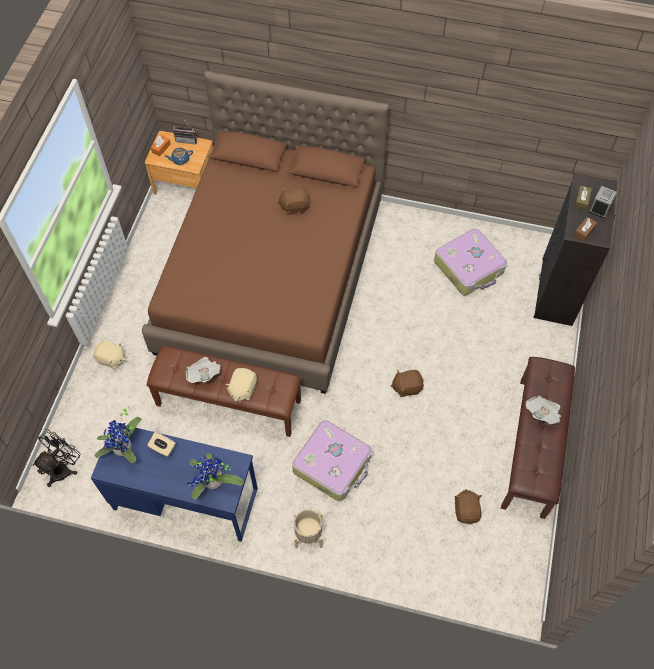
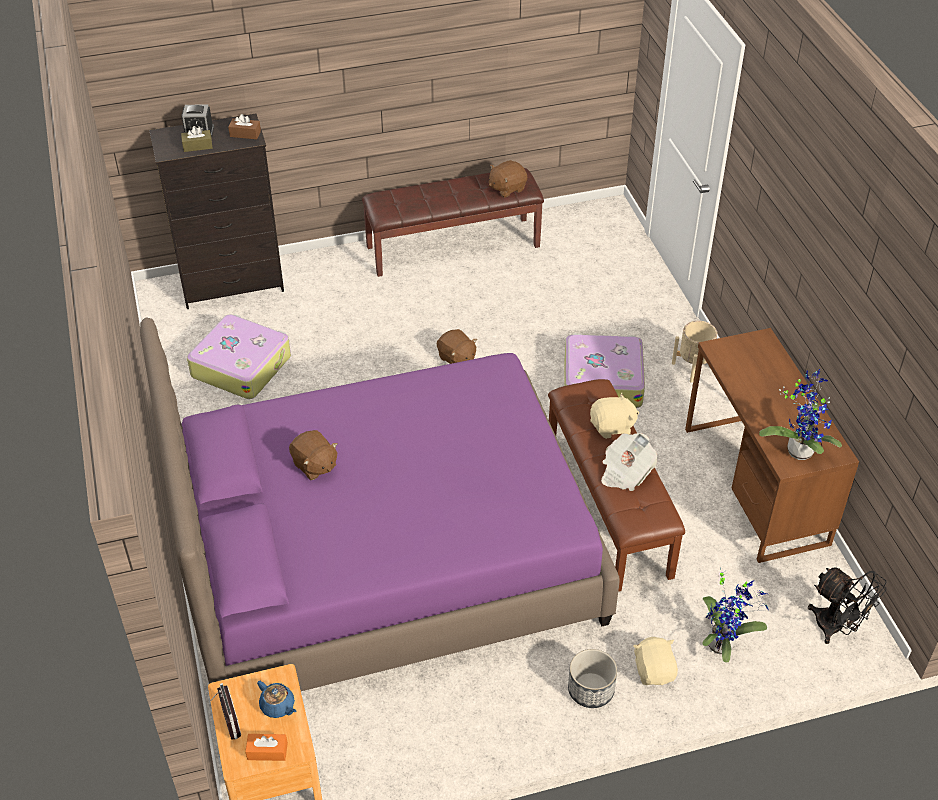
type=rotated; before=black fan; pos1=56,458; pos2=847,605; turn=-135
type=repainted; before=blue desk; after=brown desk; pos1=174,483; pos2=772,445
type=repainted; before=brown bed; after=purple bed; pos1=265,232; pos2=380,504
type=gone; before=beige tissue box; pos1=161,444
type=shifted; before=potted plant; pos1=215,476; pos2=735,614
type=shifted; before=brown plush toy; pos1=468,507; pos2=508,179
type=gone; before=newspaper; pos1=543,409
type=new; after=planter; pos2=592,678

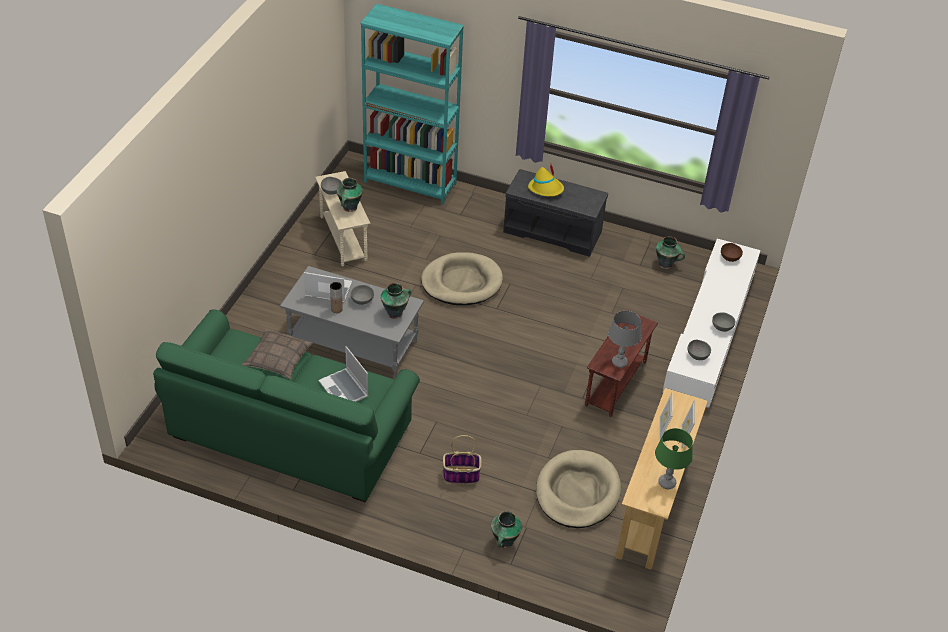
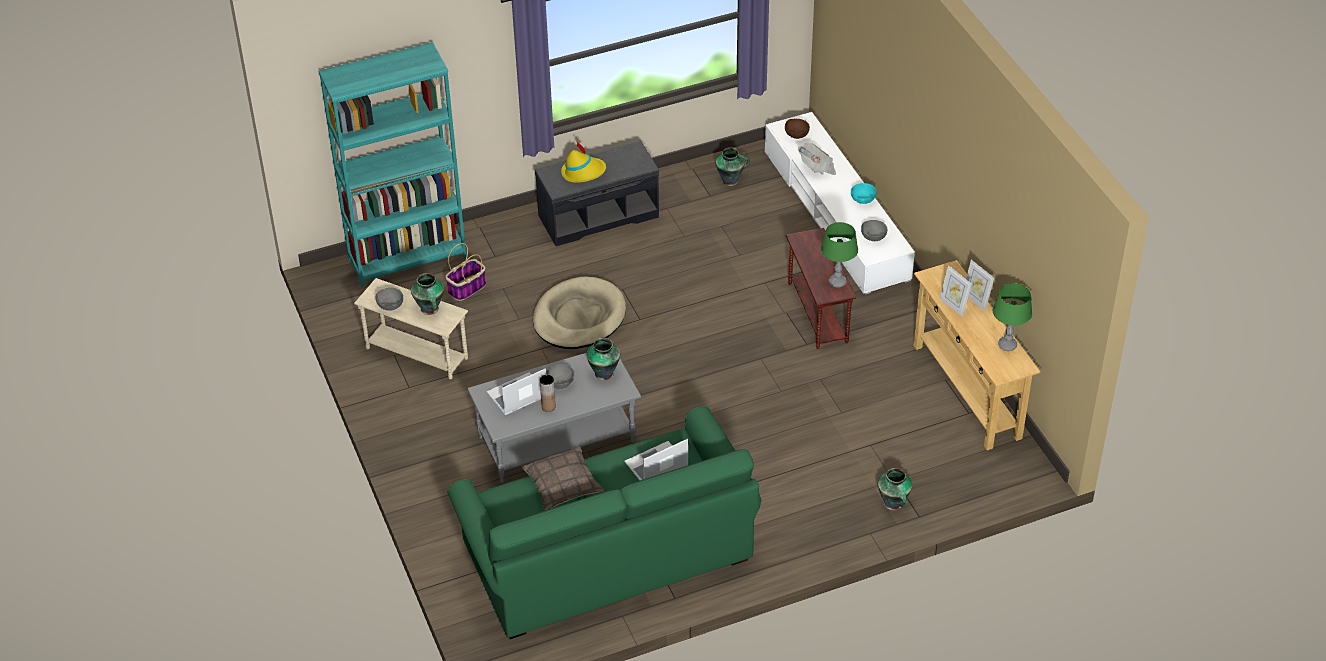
type=rotated; before=laptop; pos1=343,374; pos2=656,460; turn=135
type=shifted; before=basket; pos1=462,459; pos2=465,272
type=gone; before=beige dog bed; pos1=578,489
type=repainted; before=grey table lamp; after=green table lamp; pos1=625,339; pos2=839,255
type=repainted; before=grey bowl; after=turquoise bowl; pos1=723,322; pos2=863,193
type=new; after=newspaper; pos2=817,159

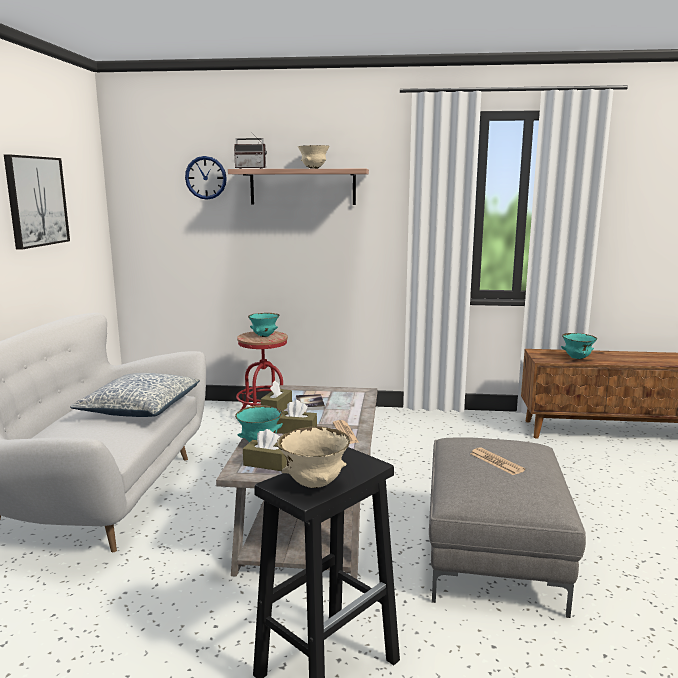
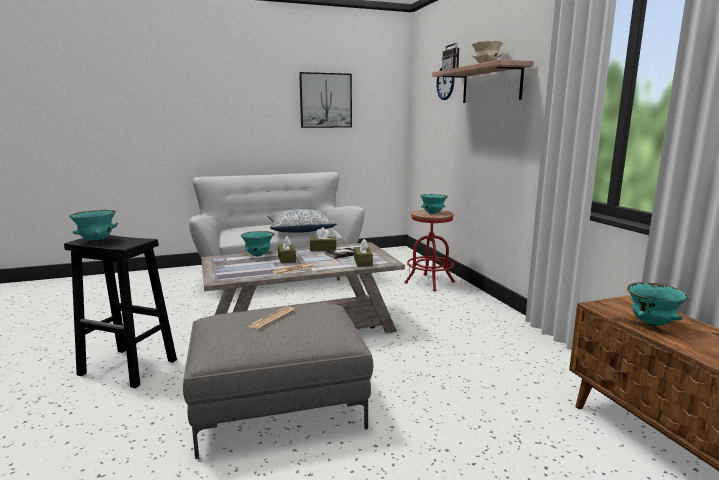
type=shifted; before=brown tissue box; pos1=265,450; pos2=363,253
type=repainted; before=beige bowl; after=turquoise bowl; pos1=313,457; pos2=93,226

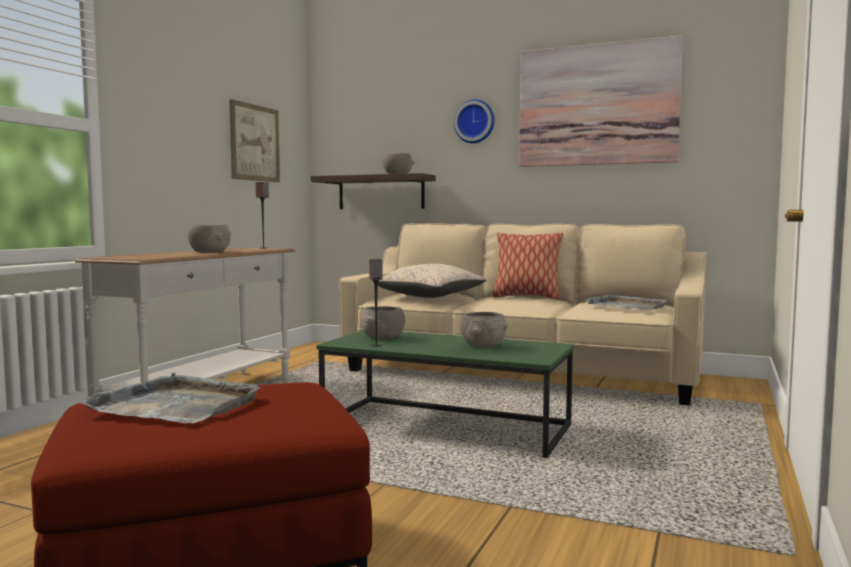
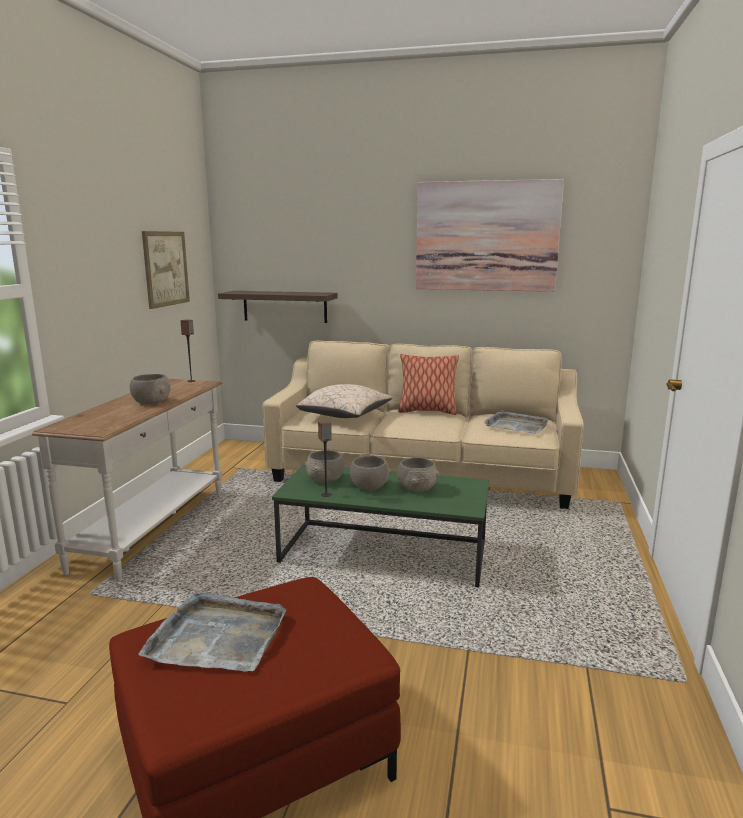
type=shifted; before=grey bowl; pos1=398,163; pos2=370,473
type=gone; before=wall clock; pos1=474,121

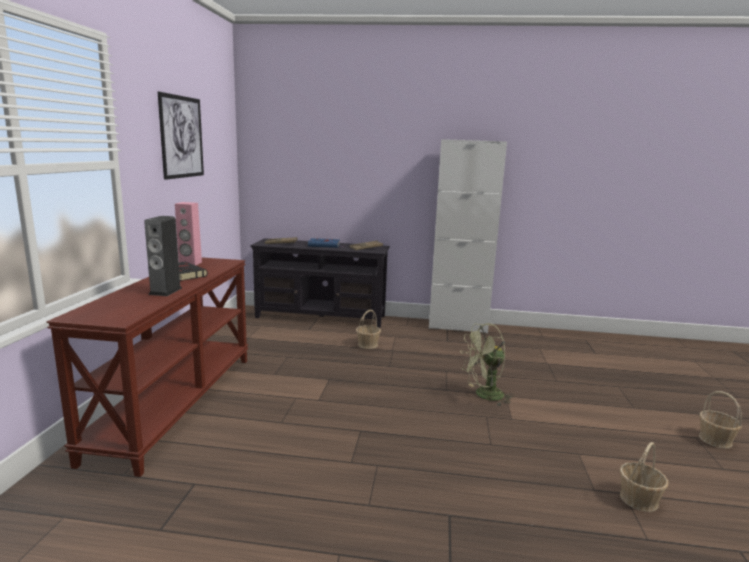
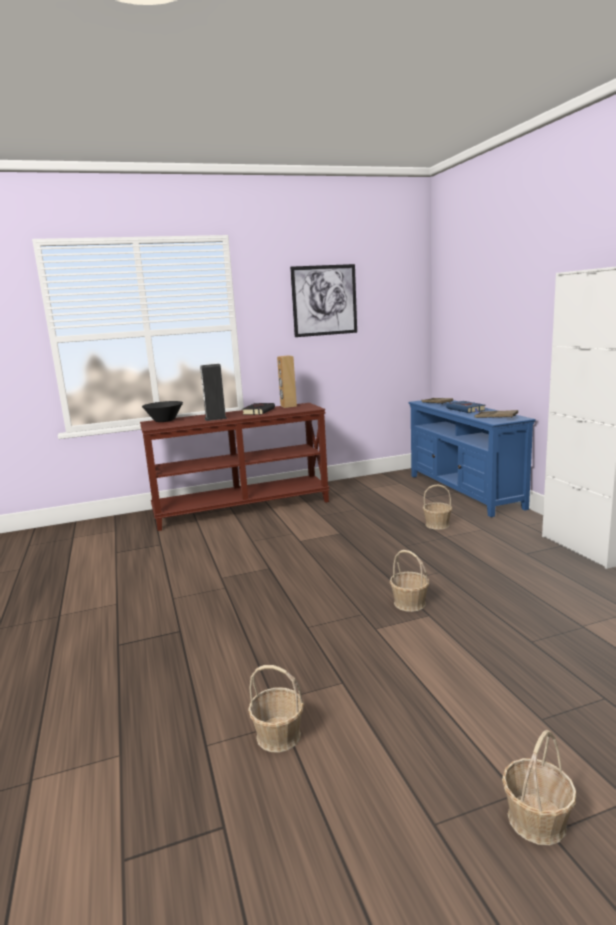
type=repainted; before=pink speaker; after=brown speaker; pos1=188,233; pos2=287,381
type=repainted; before=black tv stand; after=blue tv stand; pos1=320,283; pos2=472,458
type=swapped; before=green fan; after=basket; pos1=487,365; pos2=409,581
type=new; after=black bowl; pos2=162,411

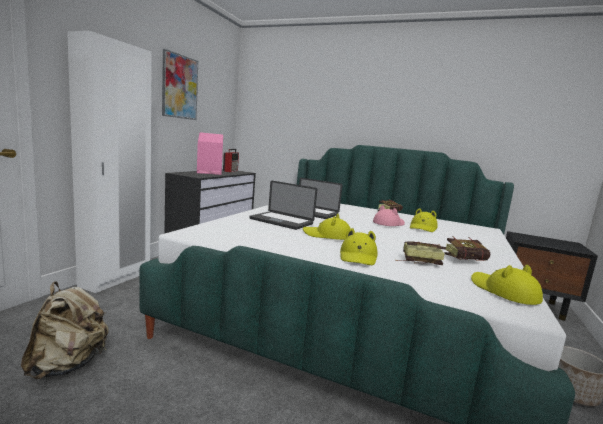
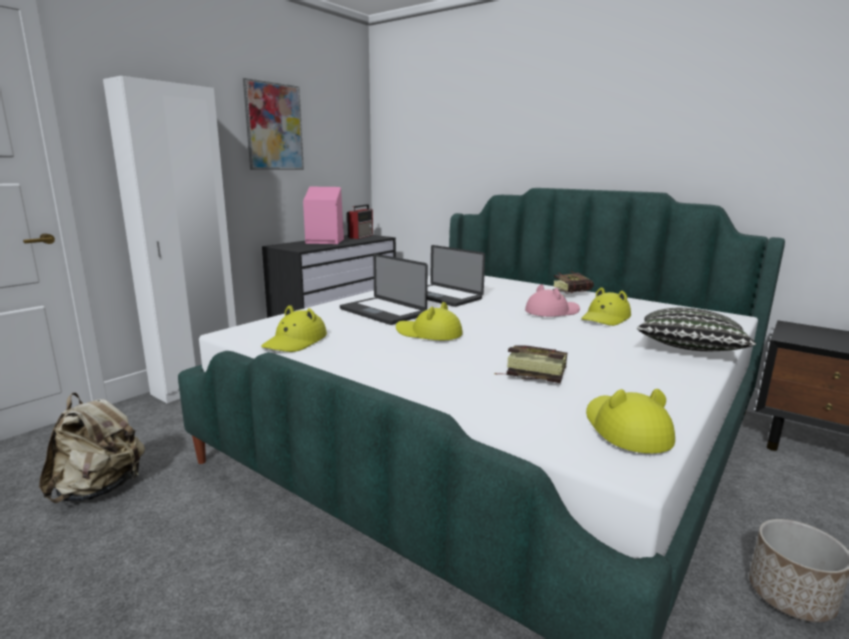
type=shifted; before=yellow hat; pos1=358,246; pos2=294,328
type=gone; before=book; pos1=467,248
type=new; after=pillow; pos2=696,329

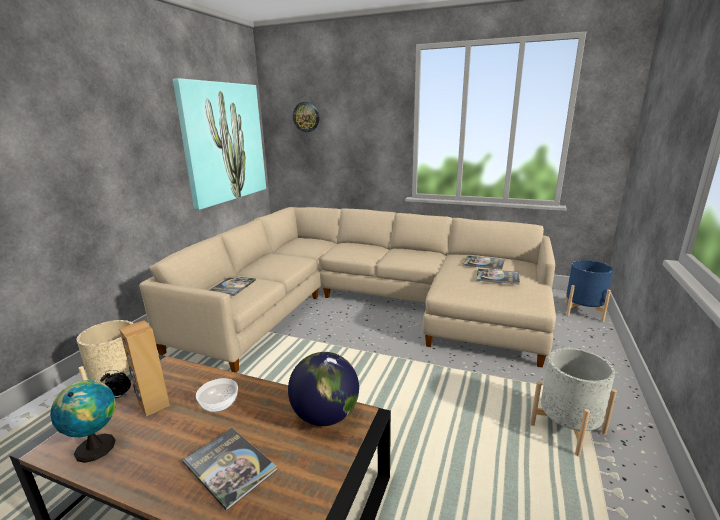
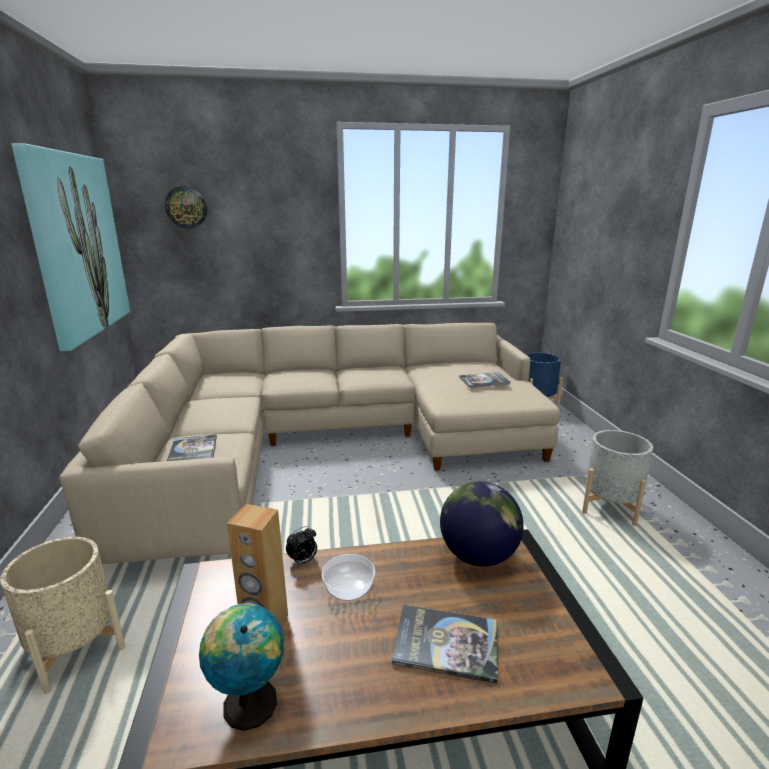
type=shifted; before=alarm clock; pos1=115,384; pos2=301,546
type=gone; before=book; pos1=484,262

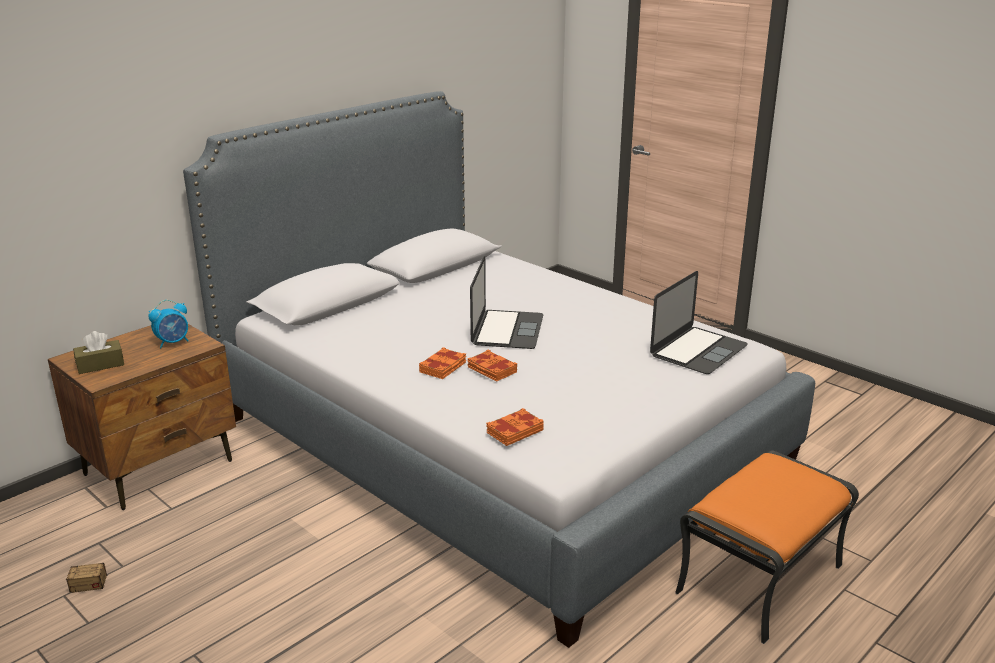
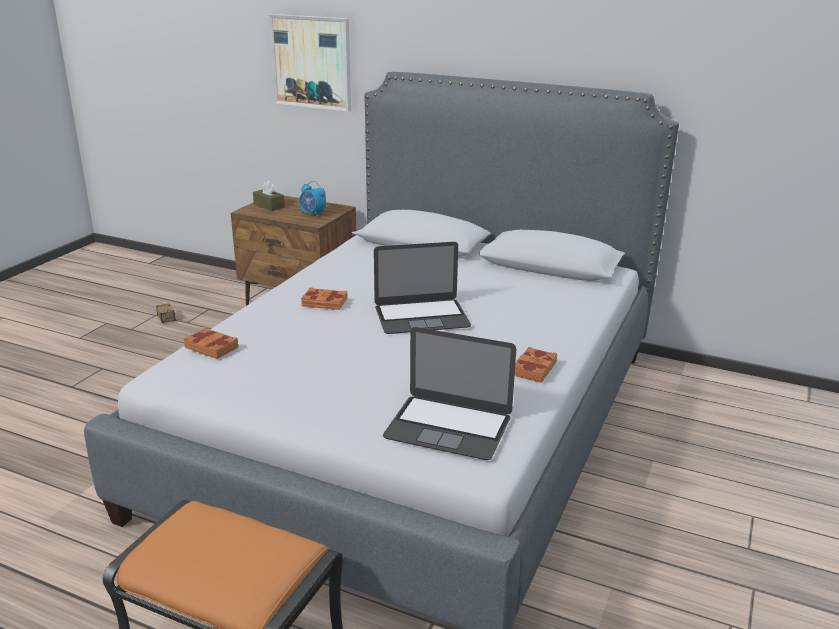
type=shifted; before=orange book; pos1=492,366; pos2=536,365
type=new; after=picture; pos2=310,63

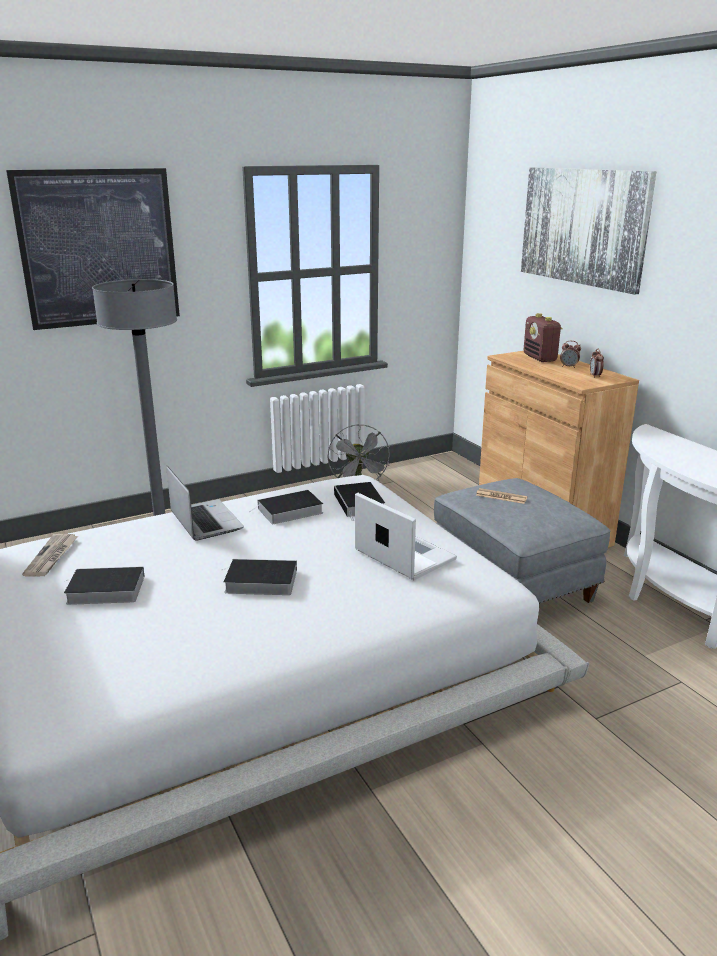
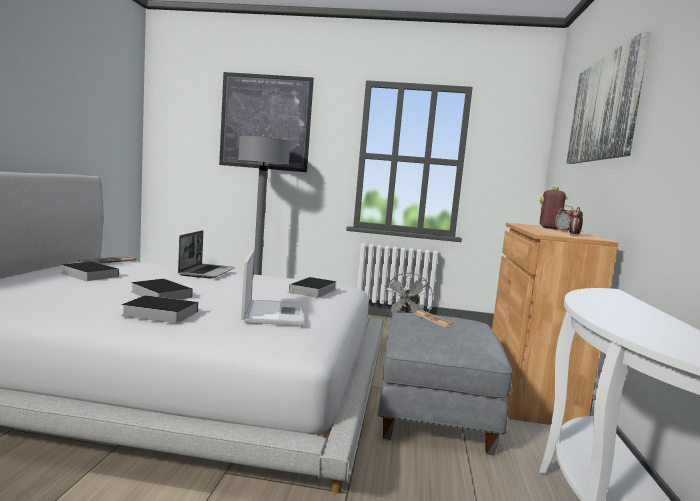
type=shifted; before=book; pos1=286,507; pos2=159,309

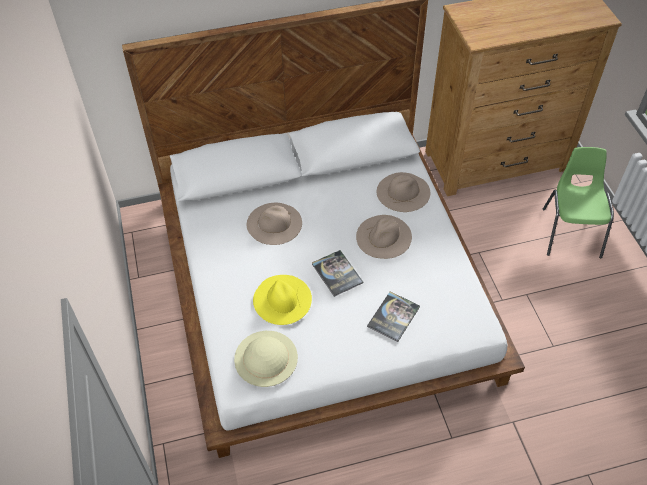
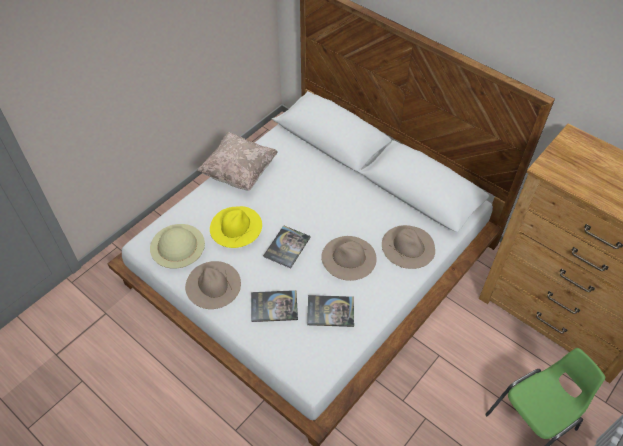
type=shifted; before=beige hat; pos1=274,224; pos2=213,285
type=new; after=beige pillow; pos2=237,161
type=new; after=book; pos2=330,311

